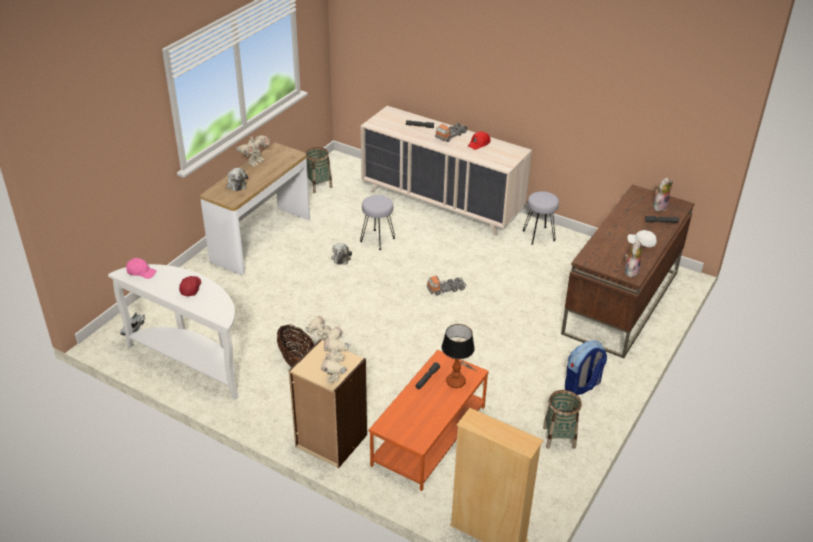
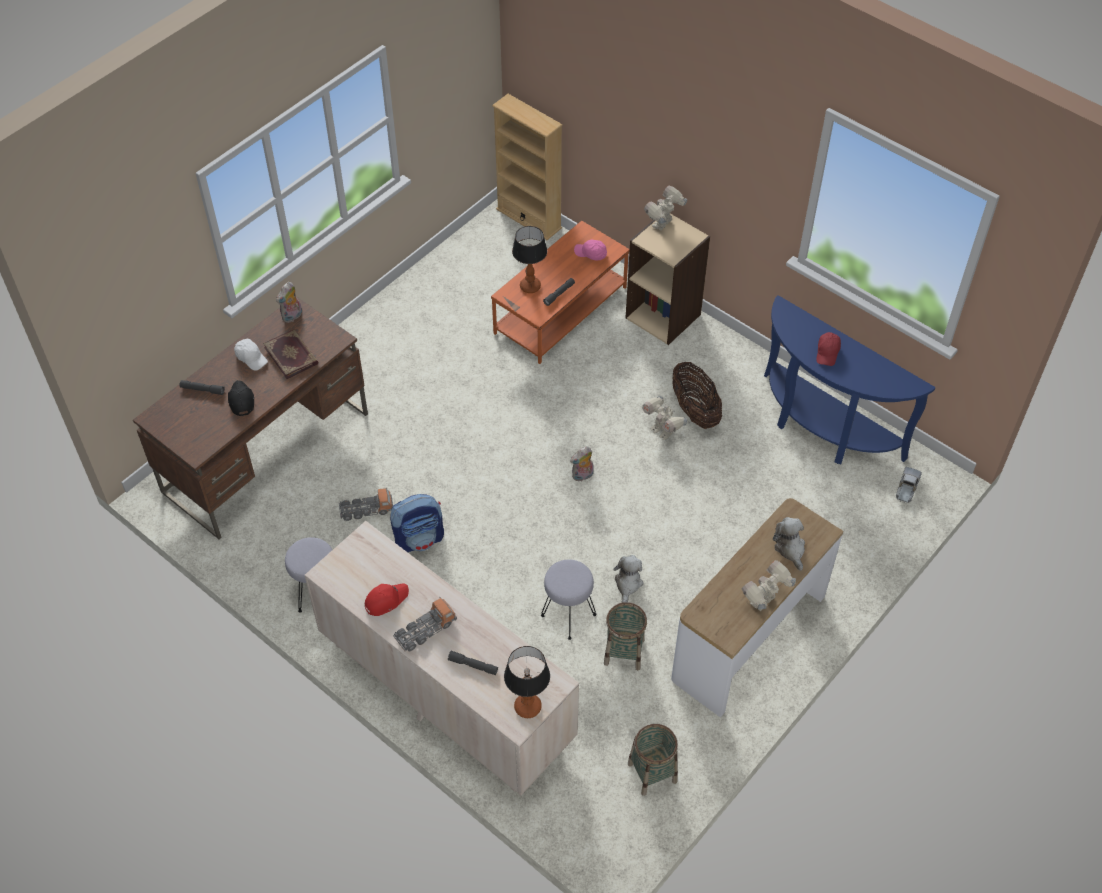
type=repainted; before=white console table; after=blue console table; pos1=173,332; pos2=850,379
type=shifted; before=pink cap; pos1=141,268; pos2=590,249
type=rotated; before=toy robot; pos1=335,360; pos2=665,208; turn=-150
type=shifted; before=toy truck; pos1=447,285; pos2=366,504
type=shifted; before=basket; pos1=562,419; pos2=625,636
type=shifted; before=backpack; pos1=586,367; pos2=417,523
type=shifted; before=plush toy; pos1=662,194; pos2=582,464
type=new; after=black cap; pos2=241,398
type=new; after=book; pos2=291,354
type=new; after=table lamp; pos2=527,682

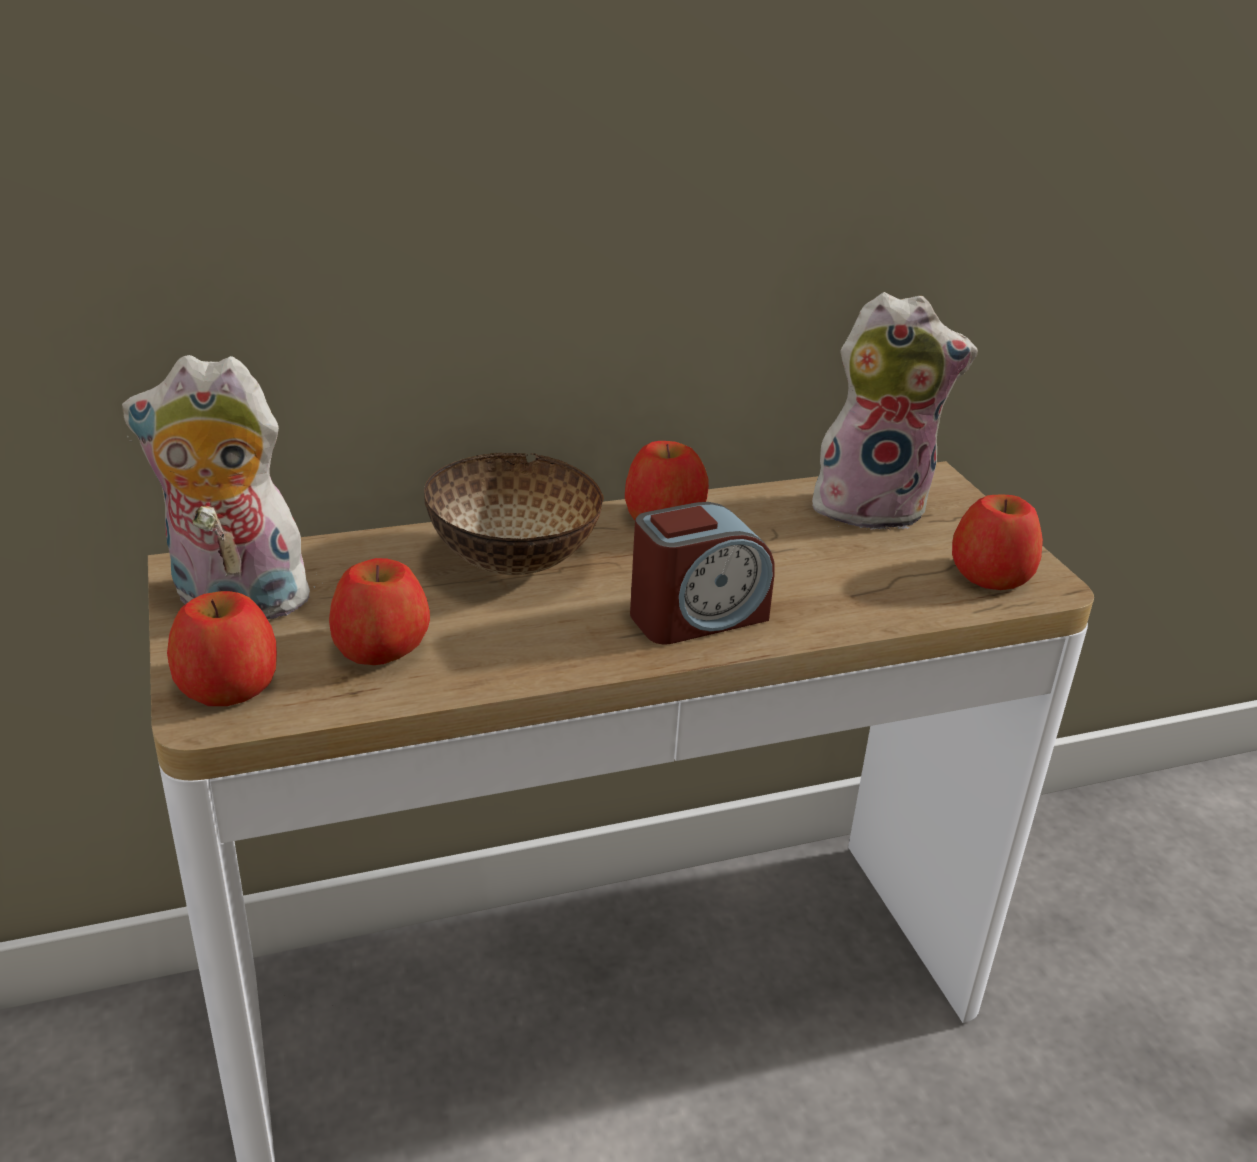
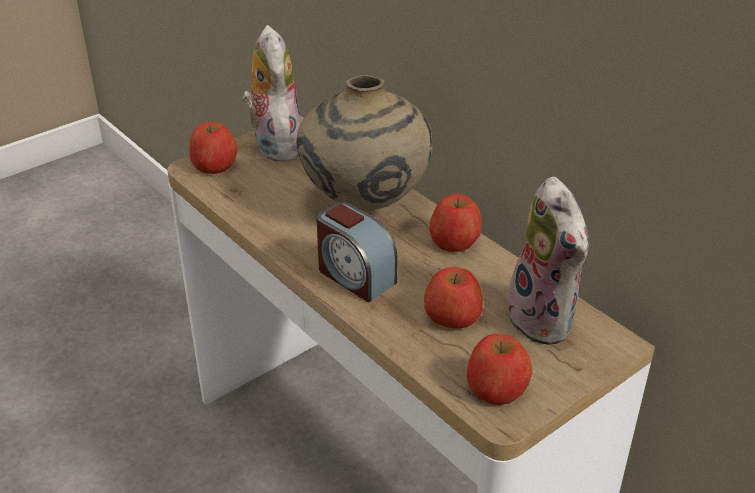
type=shifted; before=apple; pos1=379,611; pos2=453,297
type=swapped; before=bowl; after=beige vase; pos1=514,513; pos2=364,143

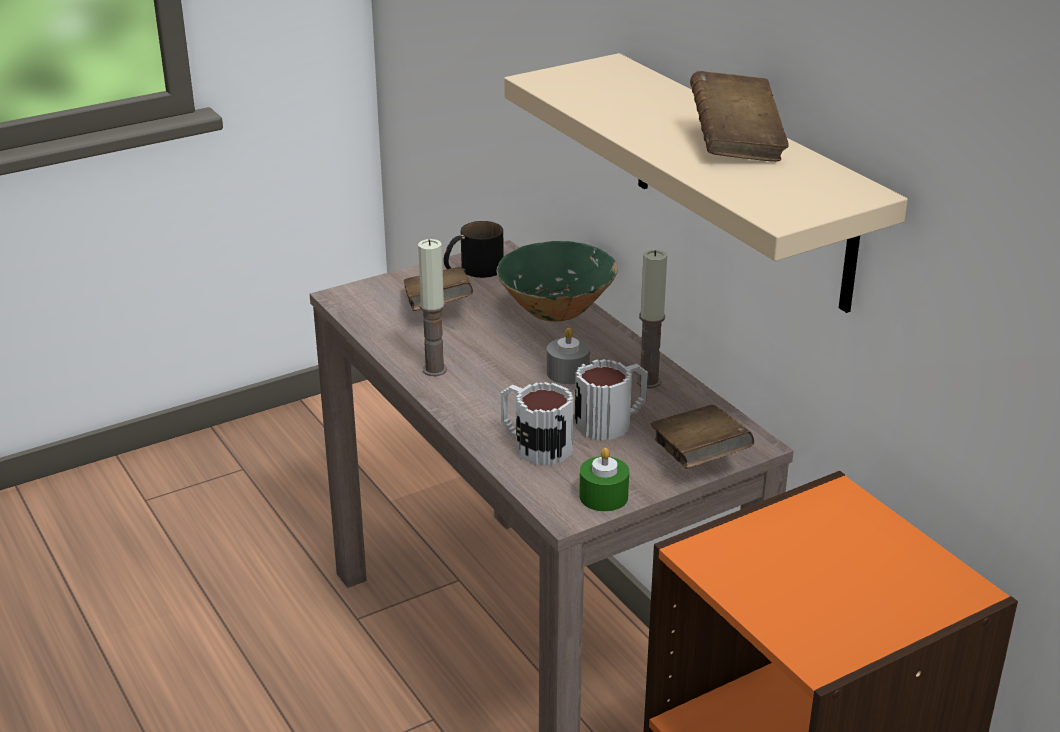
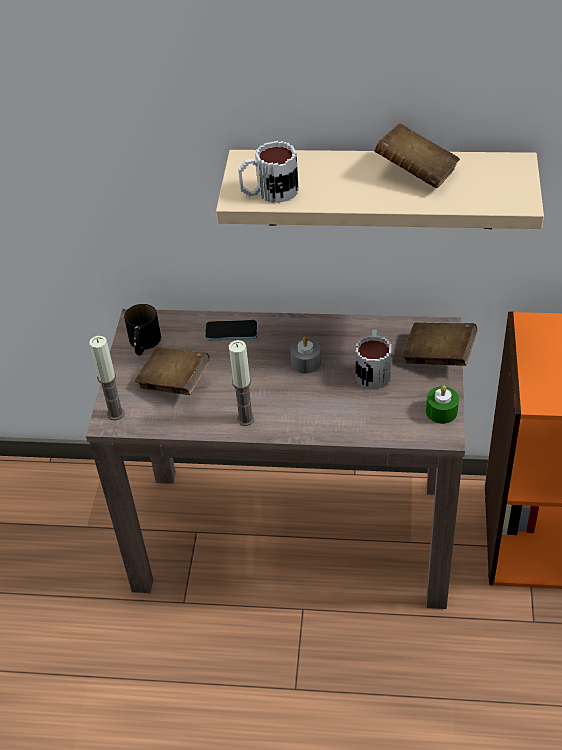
type=swapped; before=green bowl; after=phone; pos1=557,281; pos2=231,330
type=shifted; before=mug; pos1=537,424; pos2=268,172
type=shifted; before=candle; pos1=652,319; pos2=106,378

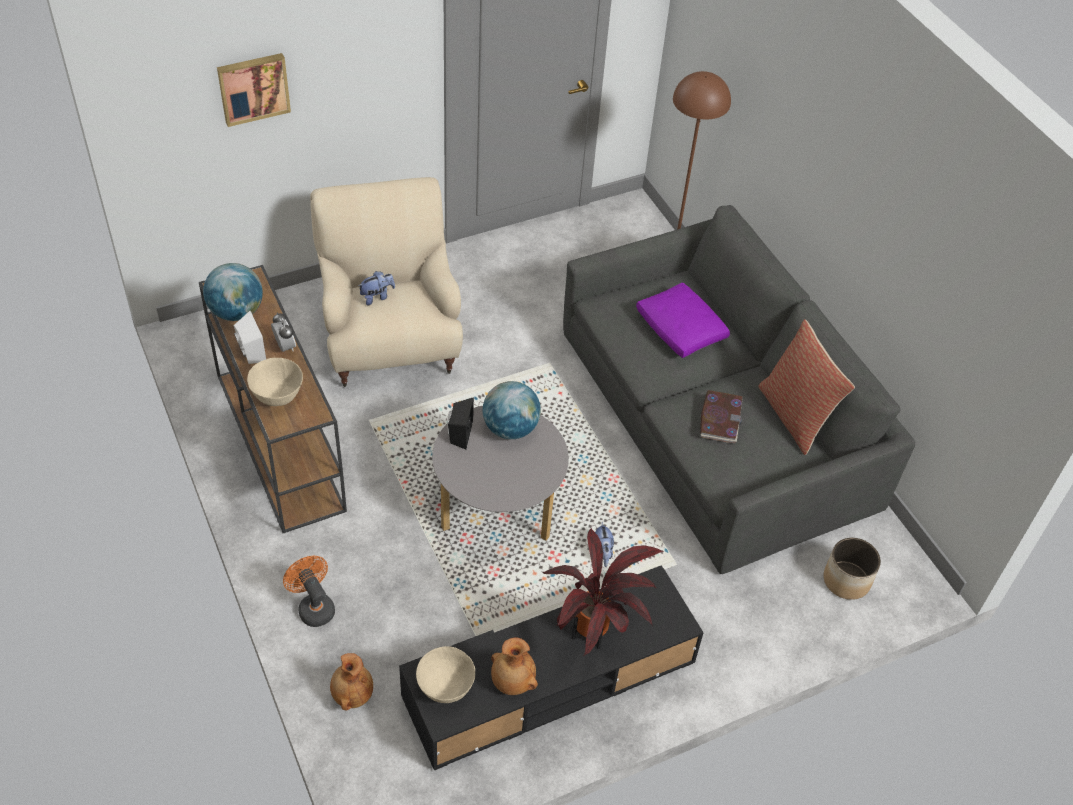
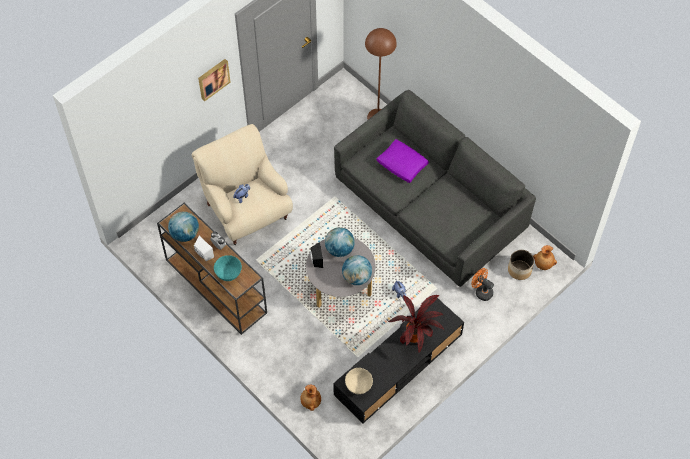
type=shifted; before=picture; pos1=254,90; pos2=214,80
type=repainted; before=beige bowl; after=turquoise bowl; pos1=275,382; pos2=228,268
type=shifted; before=orange fan; pos1=309,591; pos2=482,284
type=shifted; before=brown vase; pos1=514,666; pos2=545,257
type=gone; before=book; pos1=721,416
type=gone; before=pillow; pos1=806,387
type=new; after=globe; pos2=357,270

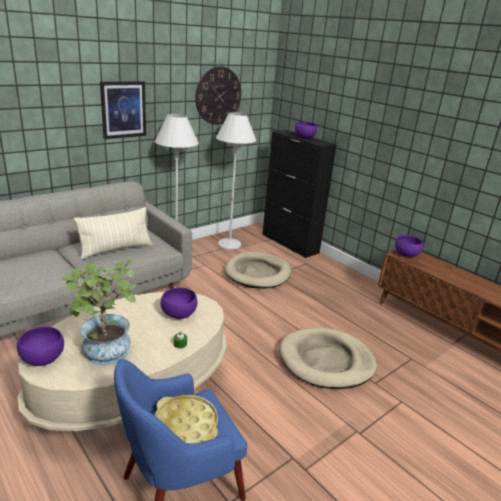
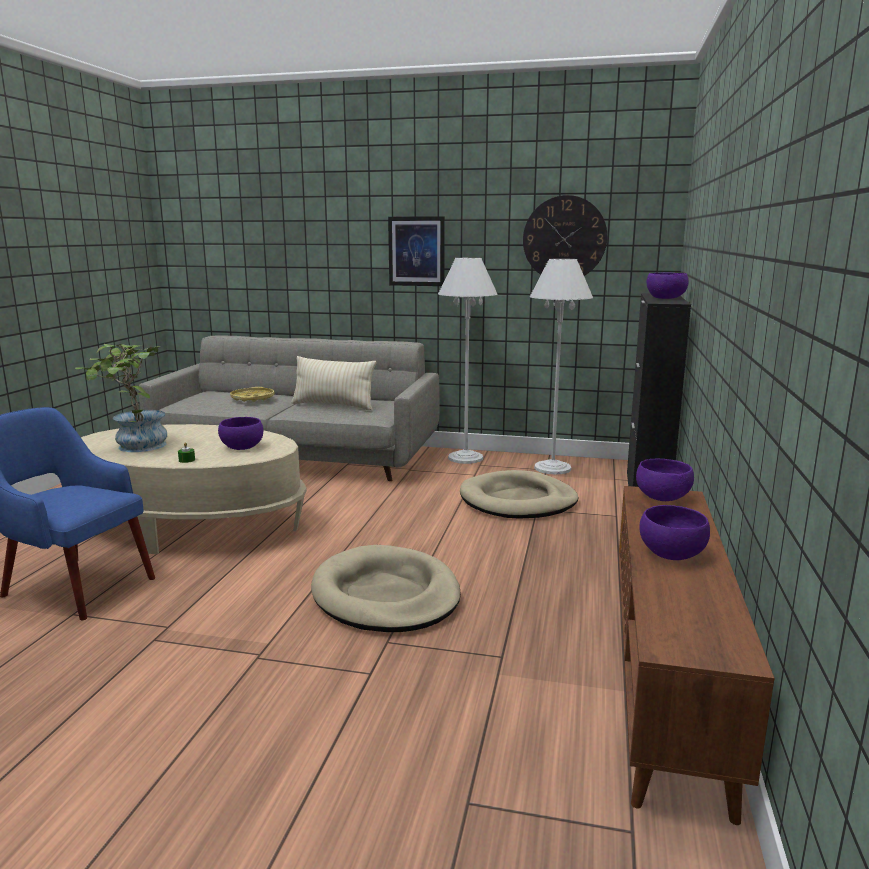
type=shifted; before=purple bowl; pos1=40,346; pos2=674,532
type=shifted; before=yellow tray; pos1=186,419; pos2=252,394

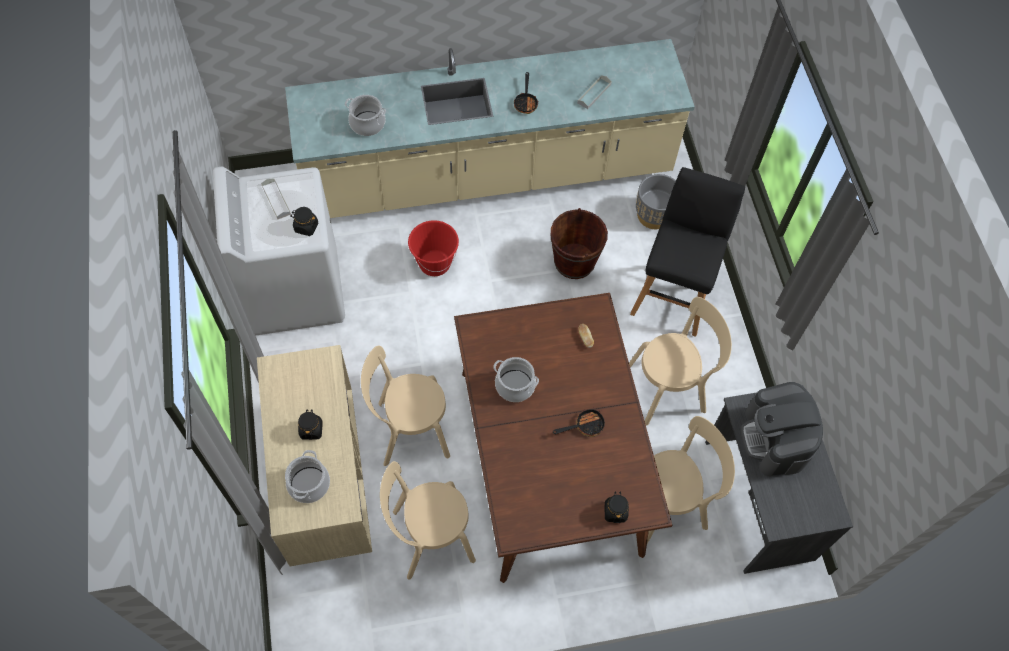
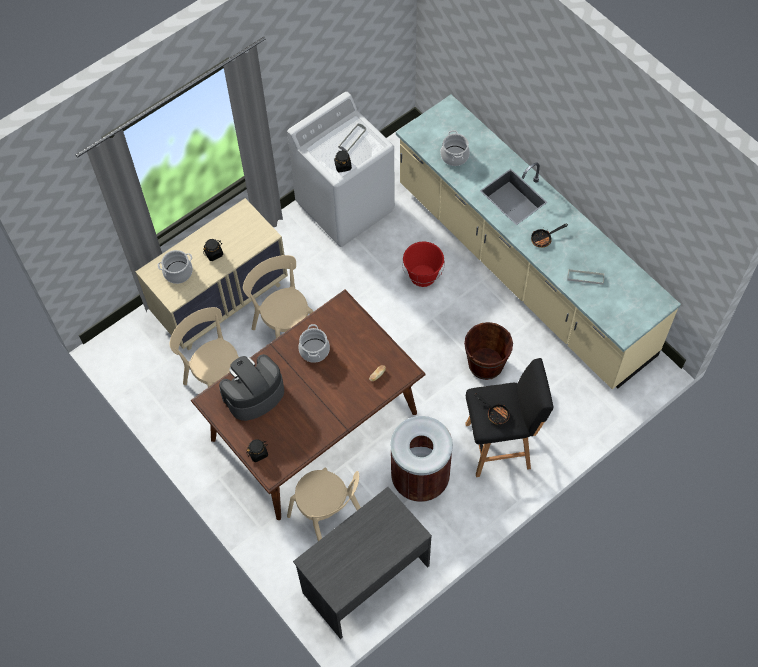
type=shifted; before=frying pan; pos1=579,422; pos2=492,408
type=swapped; before=beige chair; after=brown trash can; pos1=680,361; pos2=422,459
type=gone; before=grey planter; pos1=656,201
type=shifted; before=coffee machine; pos1=782,429; pos2=251,387

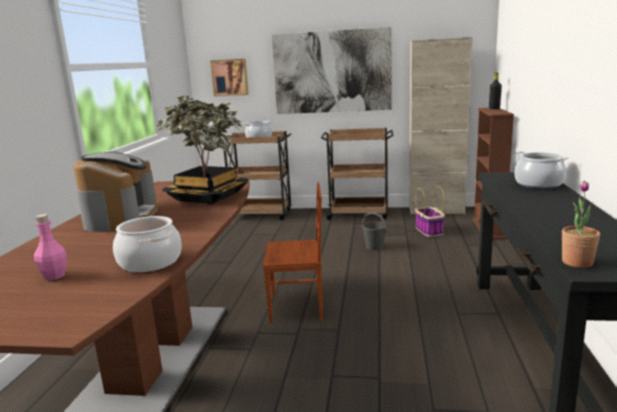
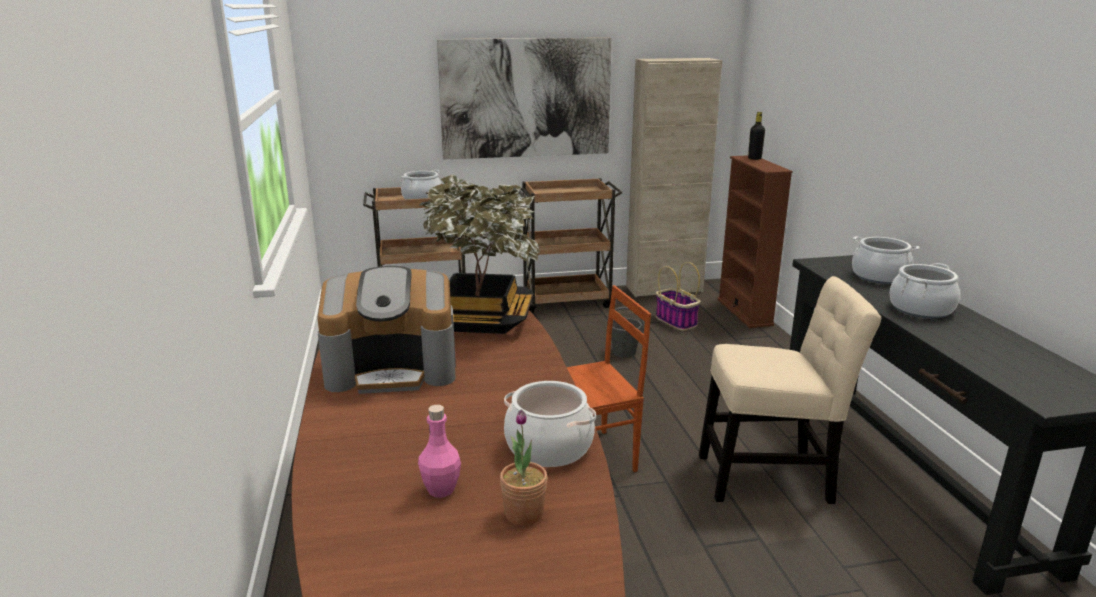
type=rotated; before=coffee machine; pos1=115,191; pos2=386,330; turn=105
type=gone; before=picture; pos1=229,78
type=shifted; before=potted plant; pos1=581,224; pos2=523,468
type=new; after=beige chair; pos2=790,390
type=new; after=cooking pot; pos2=925,290

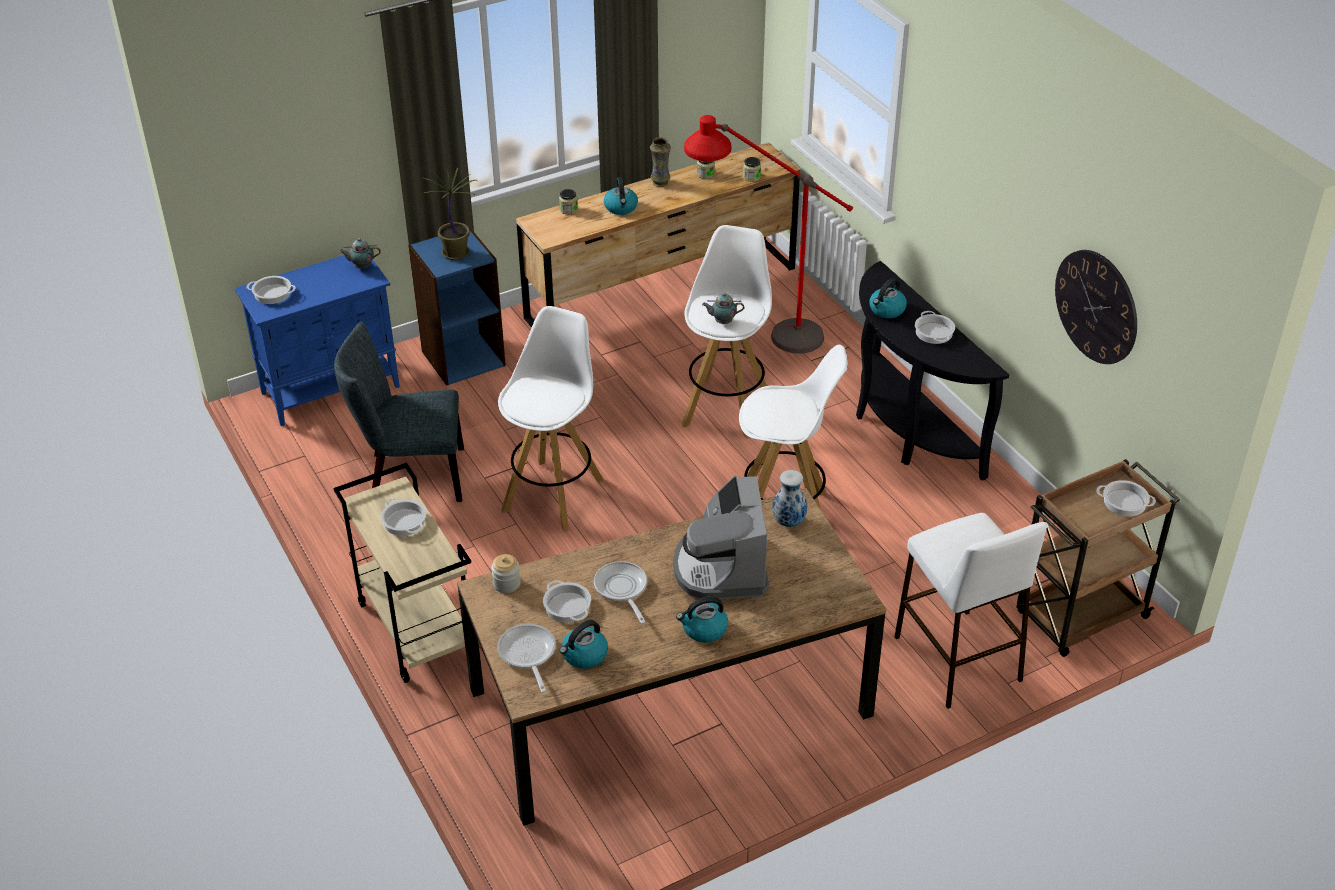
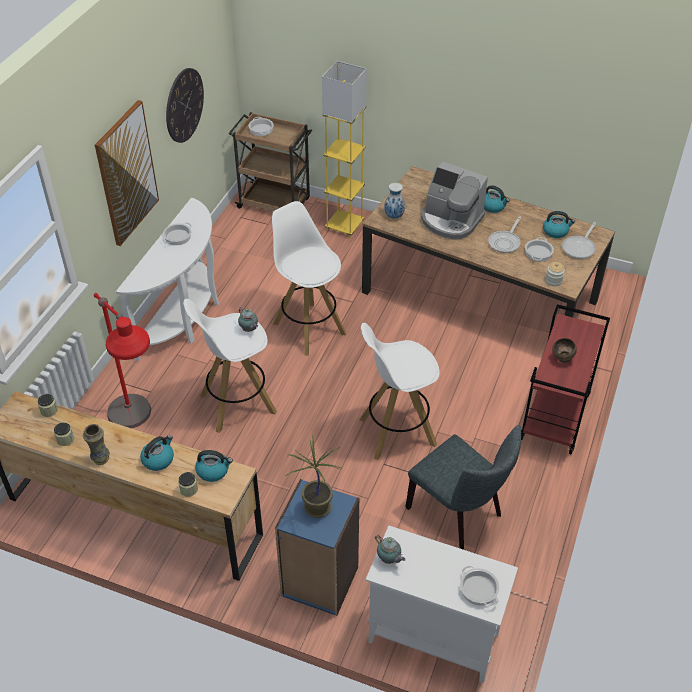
type=repainted; before=blue cabinet; after=white cabinet; pos1=317,340; pos2=442,604
type=repainted; before=beige cart; after=red cart; pos1=402,573; pos2=565,379
type=swapped; before=cooking pot; after=brown bowl; pos1=403,517; pos2=564,350
type=rotated; before=coffee machine; pos1=721,537; pos2=455,200; turn=75
type=repainted; before=black console table; after=white console table; pos1=932,370; pos2=167,279
type=shifted; before=kettle; pos1=888,298; pos2=214,466
type=swapped; before=white stool; after=yellow floor lamp; pos1=970,611; pos2=344,149
type=new; after=picture; pos2=127,173

